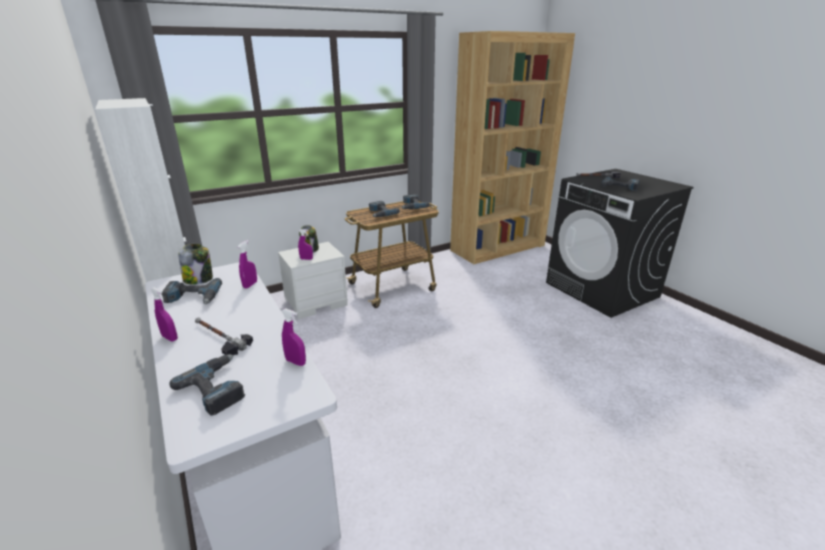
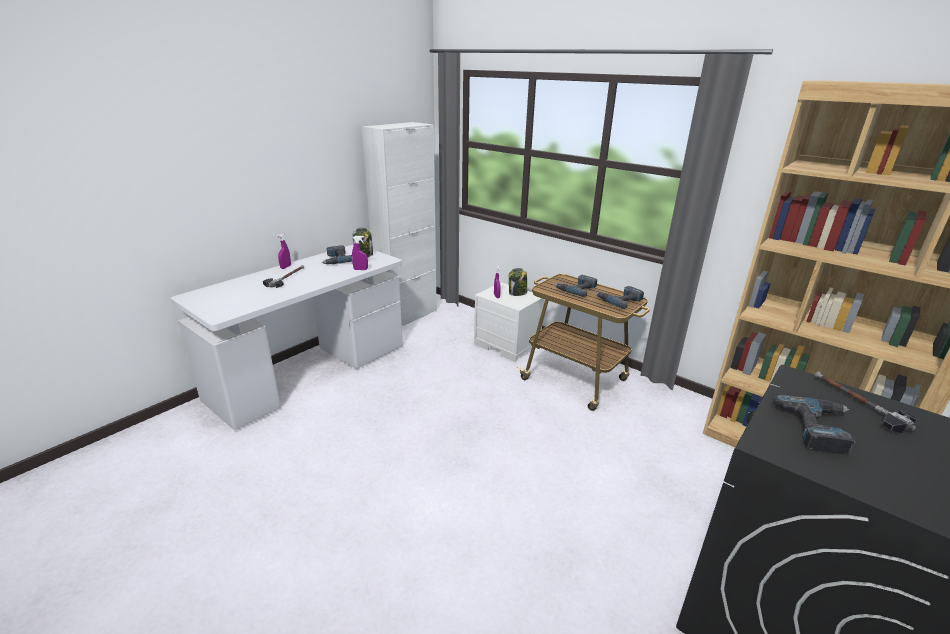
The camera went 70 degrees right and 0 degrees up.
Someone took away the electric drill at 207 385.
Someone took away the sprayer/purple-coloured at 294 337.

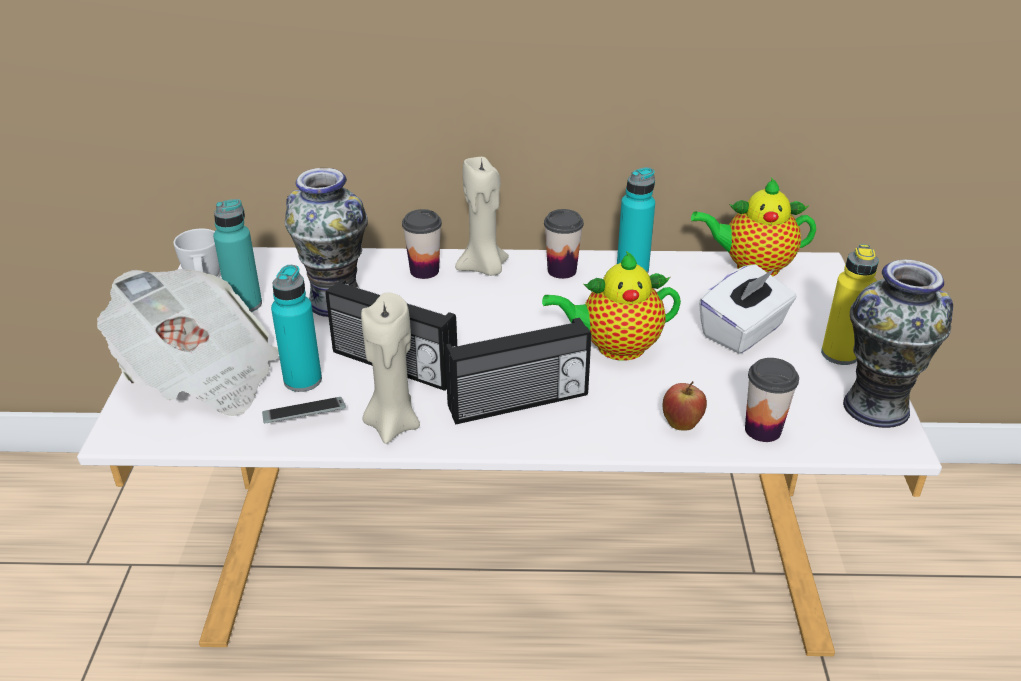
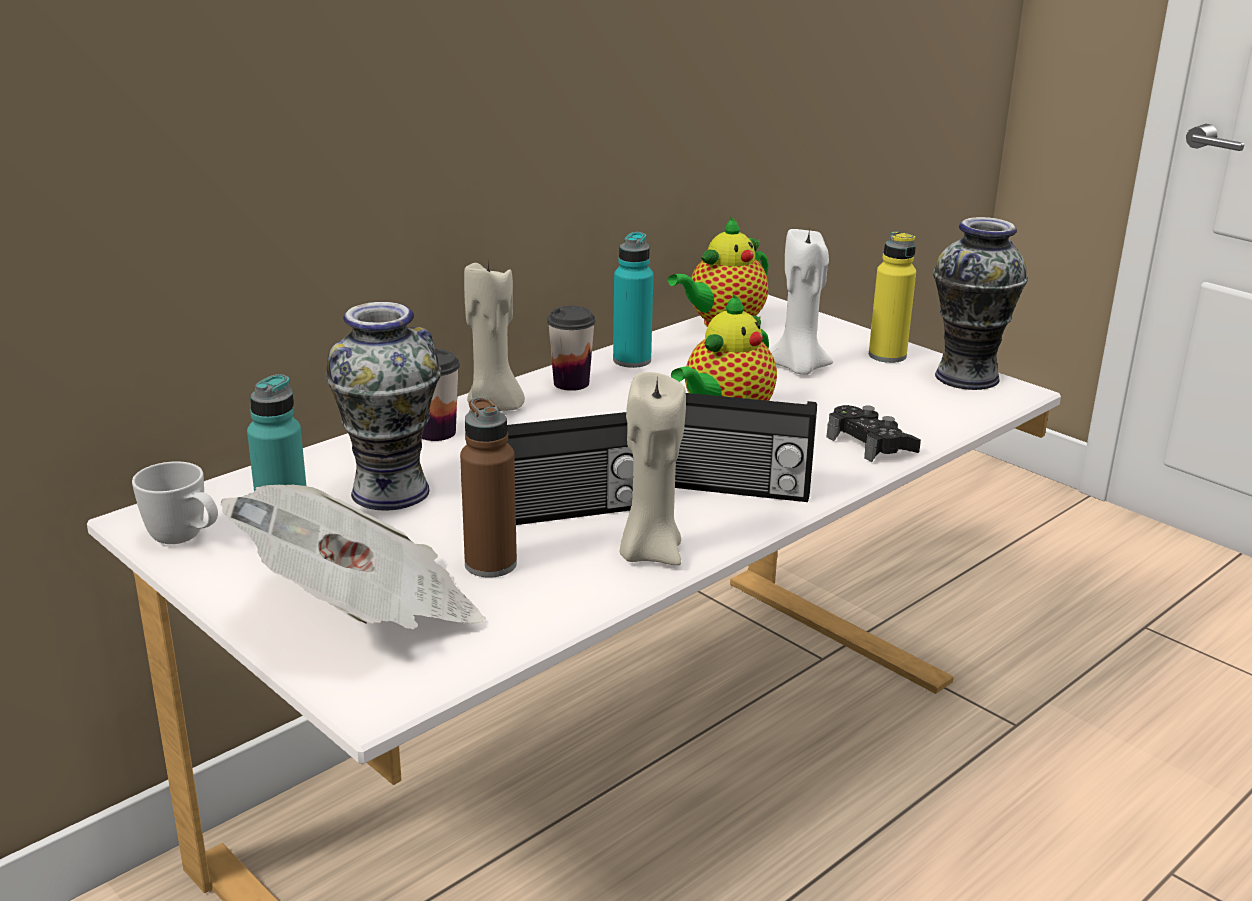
The camera went 45 degrees left and 10 degrees down.
Someone repainted the beverage bottle/turquoise at 296 328, which became the beverage bottle/brown-coloured at 488 487.
Someone rotated the radio receiver at 518 371 by 75 degrees clockwise.
Someone swapped the tissue box/whitish at 748 309 for the candle/whitish at 801 301.
Someone swapped the apple at 685 405 for the joypad/blackish at 874 433.
Someone took away the handset at 304 410.
Someone took away the drinking cup at 772 400.

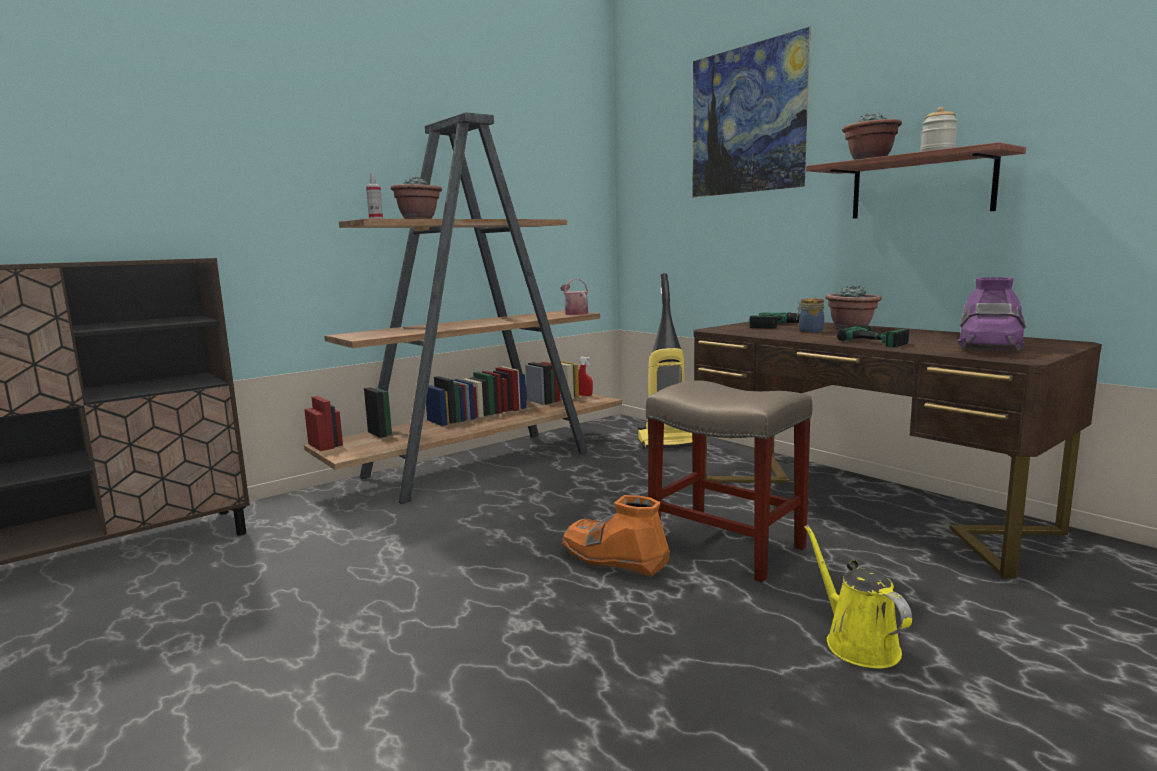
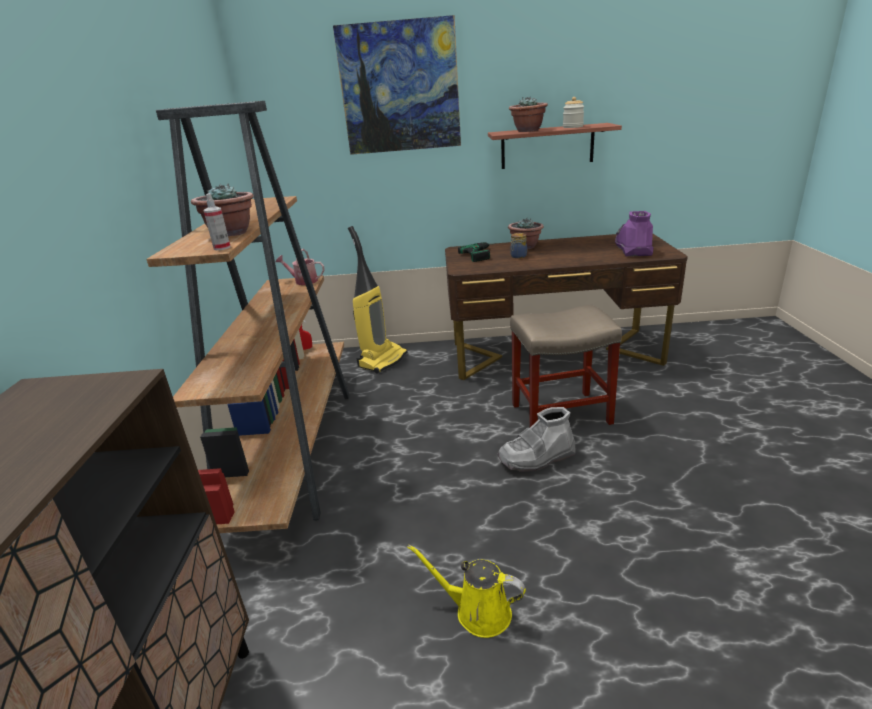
The camera went 50 degrees left and 15 degrees up.
Someone carried the sprinkling can/yellowish from 858 596 to 466 591.
Someone repainted the high-top boot/orange at 615 536, which became the high-top boot/gray at 536 439.
Someone rotated the high-top boot/purple-coloured at 992 314 by 150 degrees counterclockwise.
Someone took away the electric drill at 873 336.

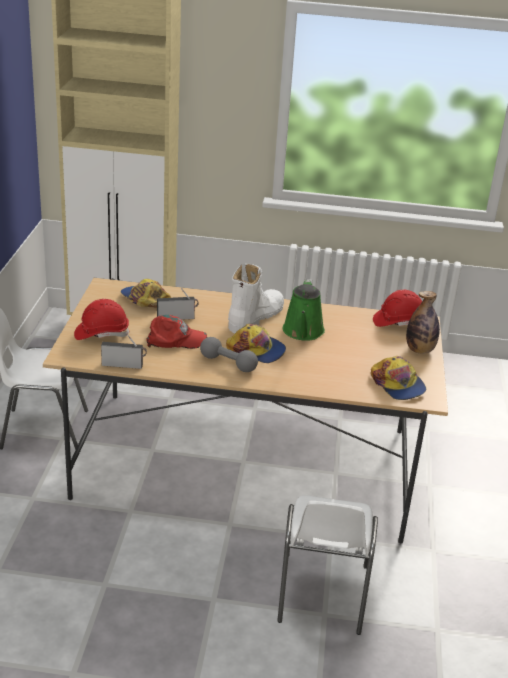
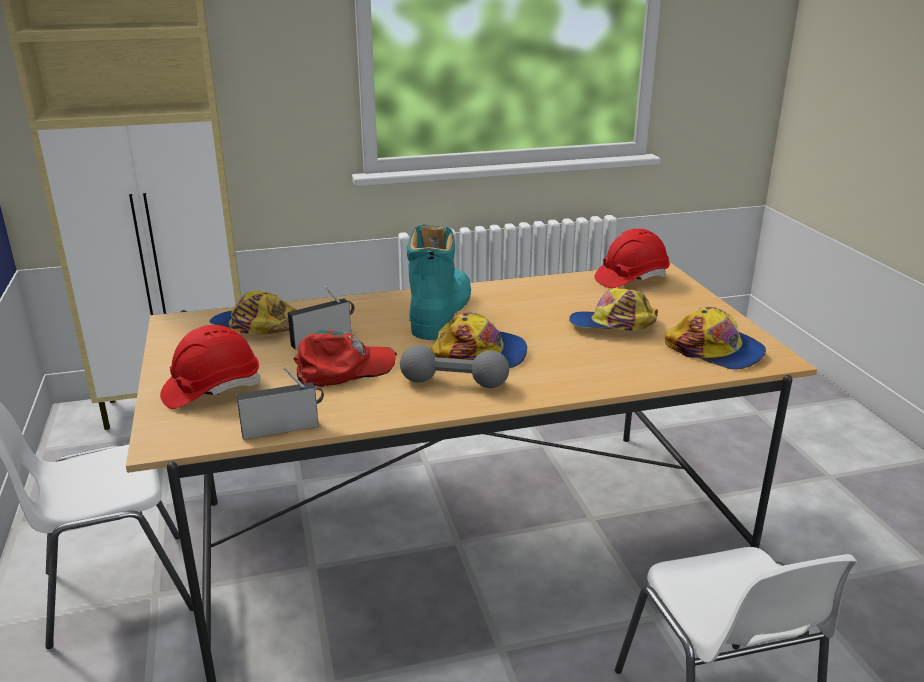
The camera went 20 degrees left and 5 degrees down.
Someone repainted the high-top boot/whitish at 256 298, which became the high-top boot/turquoise at 439 282.
Someone put down the baseball cap at 613 310.
Someone took away the sprinkling can/green at 304 310.
Someone took away the beverage bottle at 423 322.

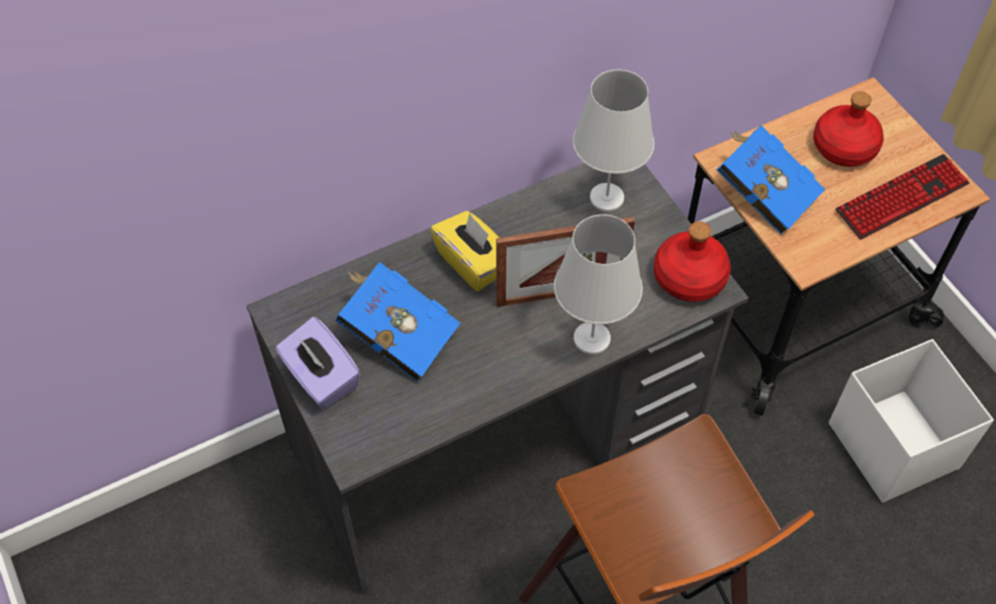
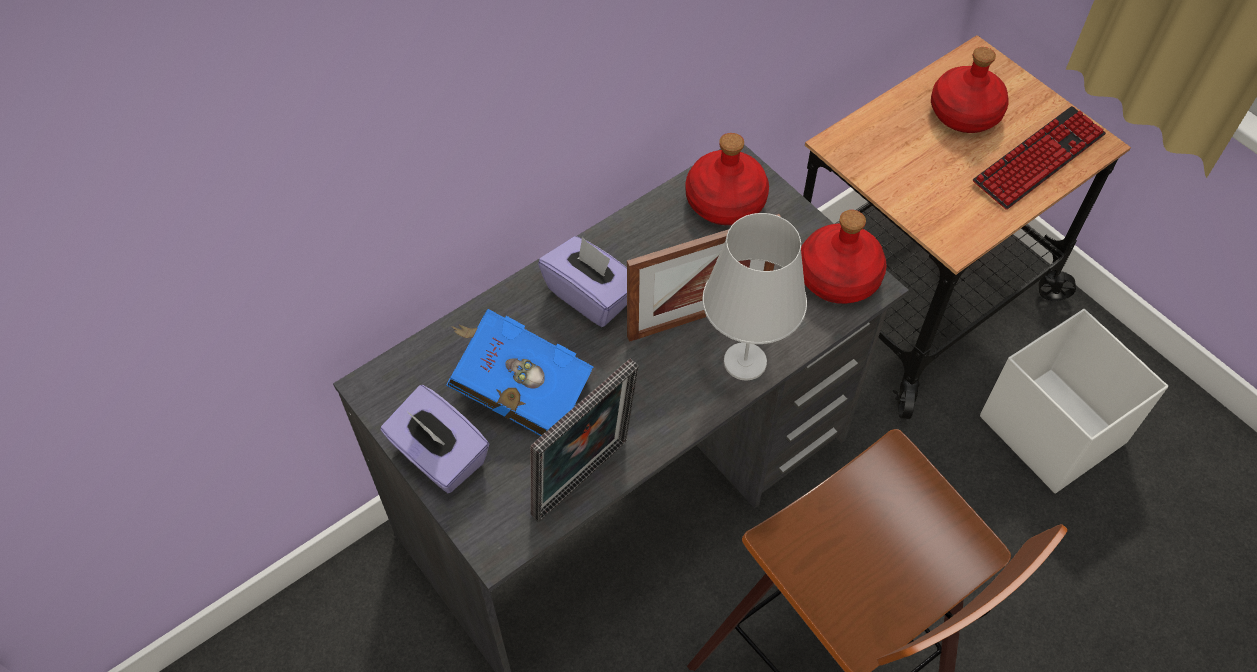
The camera went 10 degrees left and 0 degrees up.
Someone put down the photo frame at 584 440.
Someone repainted the tissue box/yellowish at 464 251, which became the tissue box/purple-coloured at 582 281.
Someone swapped the lamp for a table/whitish at 614 140 for the beverage bottle/red-coloured at 727 179.
Someone took away the book/blue-coloured at 770 180.

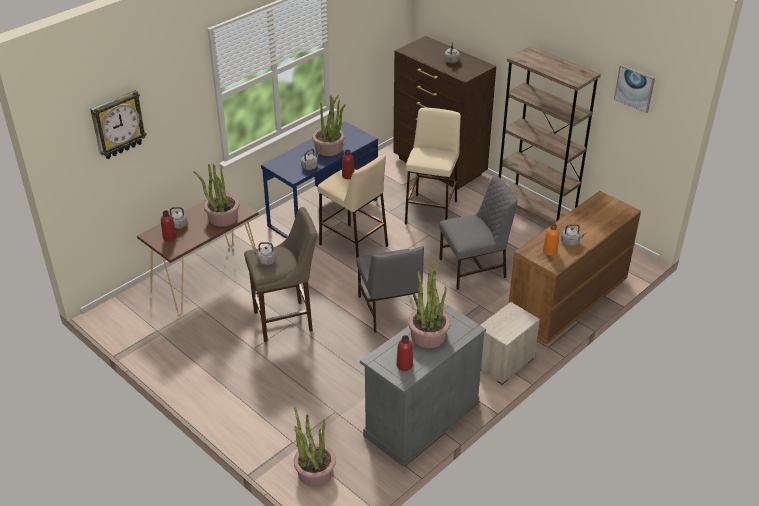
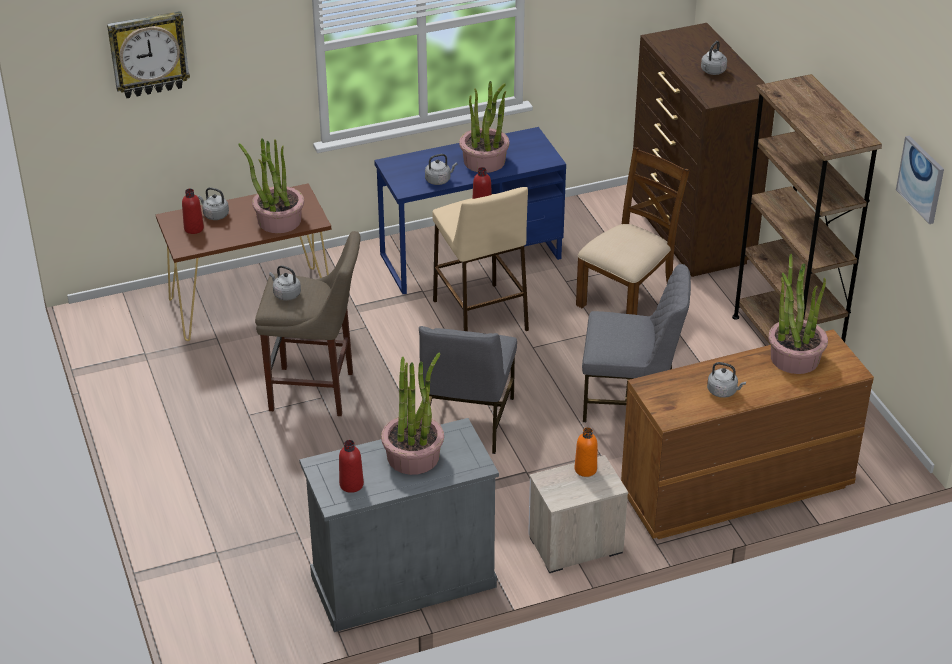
The camera went 25 degrees right and 0 degrees up.
Someone carried the beverage bottle/orange from 551 239 to 586 452.
Someone swapped the stool seat/sand-coloured at 433 166 for the chair/brown-coloured at 633 231.
Someone carried the houseplant from 315 447 to 798 314.

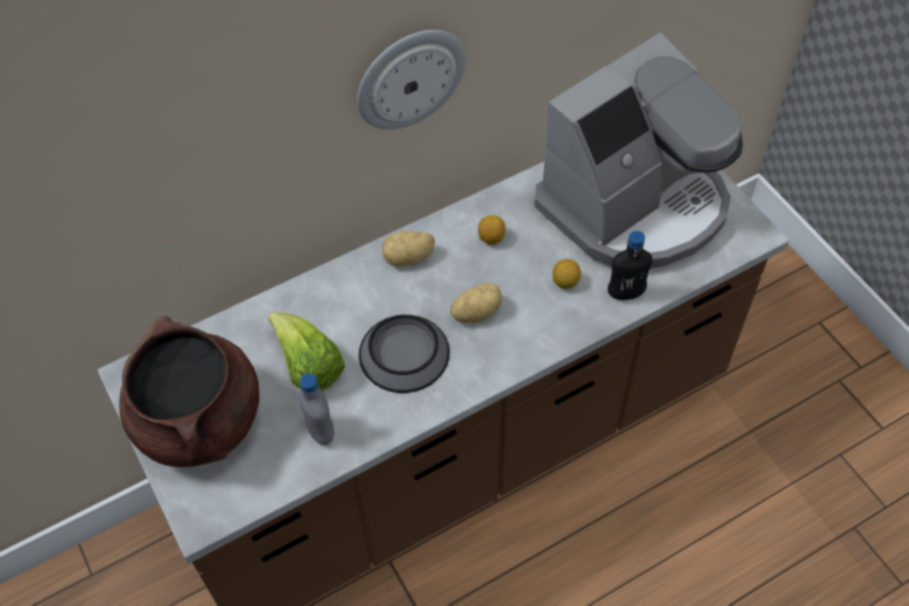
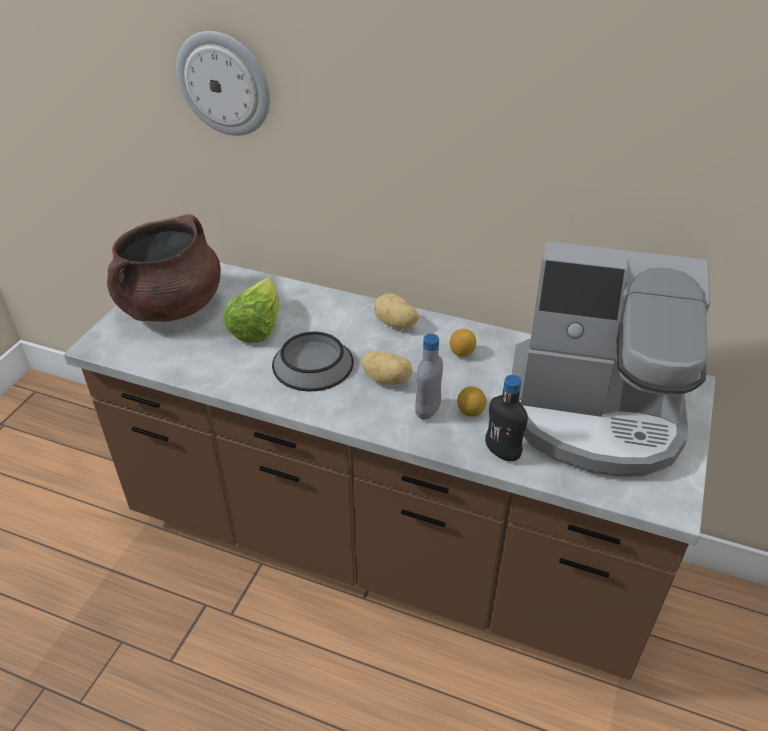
The camera went 50 degrees right and 15 degrees down.
Someone carried the wall clock from 411 80 to 223 83.
Someone carried the beverage bottle/gray from 316 409 to 429 376.

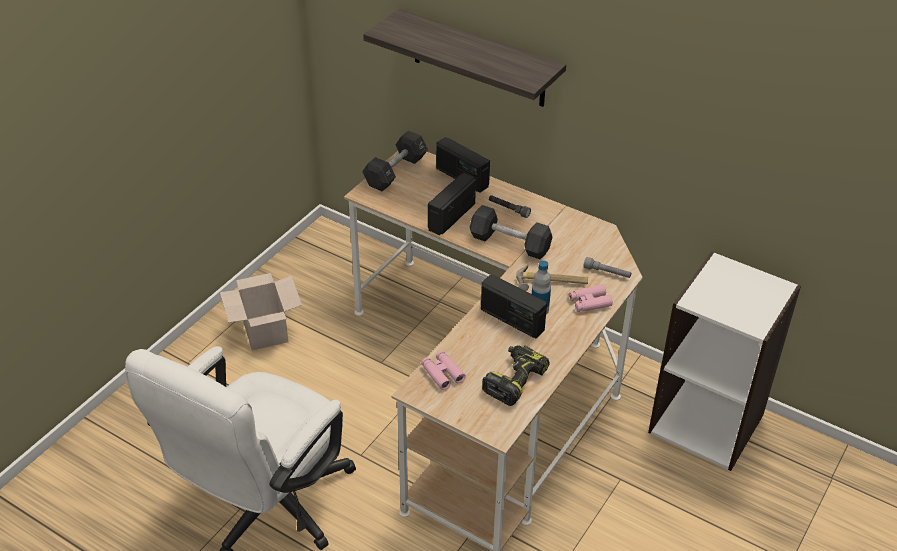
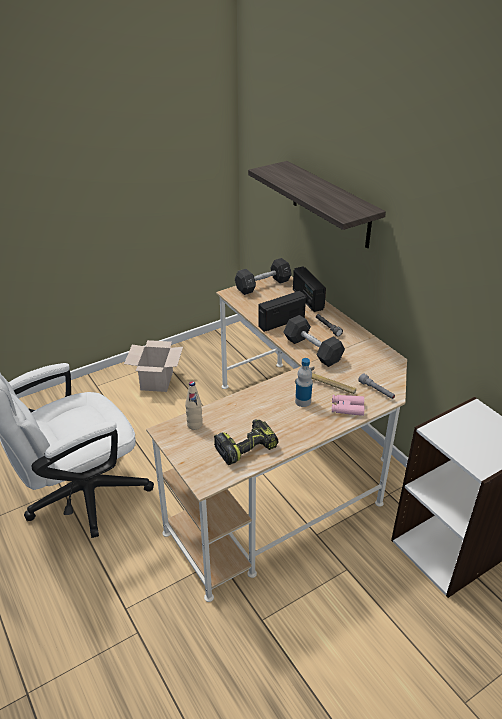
The camera went 25 degrees right and 5 degrees down.
Someone swapped the field glasses/pink at 443 370 for the beverage bottle/sand-coloured at 194 405.
Someone took away the radio receiver at 514 306.

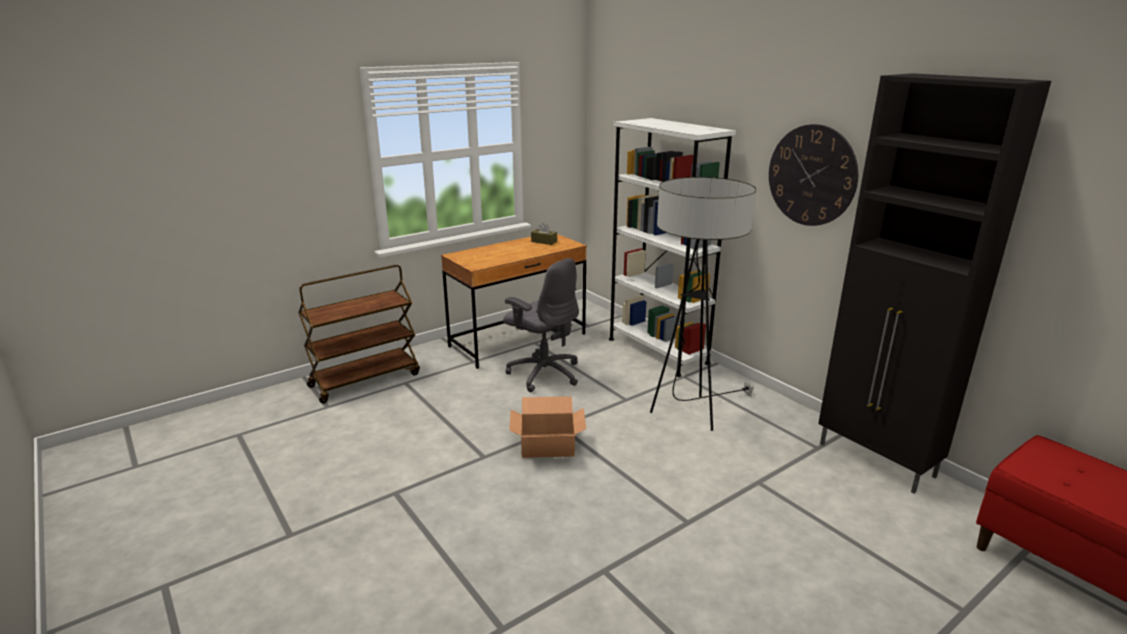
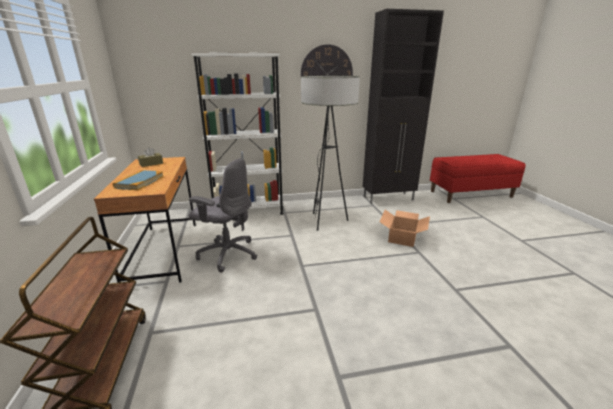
The camera went 65 degrees left and 0 degrees up.
Someone put down the book at 138 180.
Someone rotated the office chair/gray at 541 325 by 45 degrees clockwise.
Someone carried the carton from 547 427 to 404 228.

